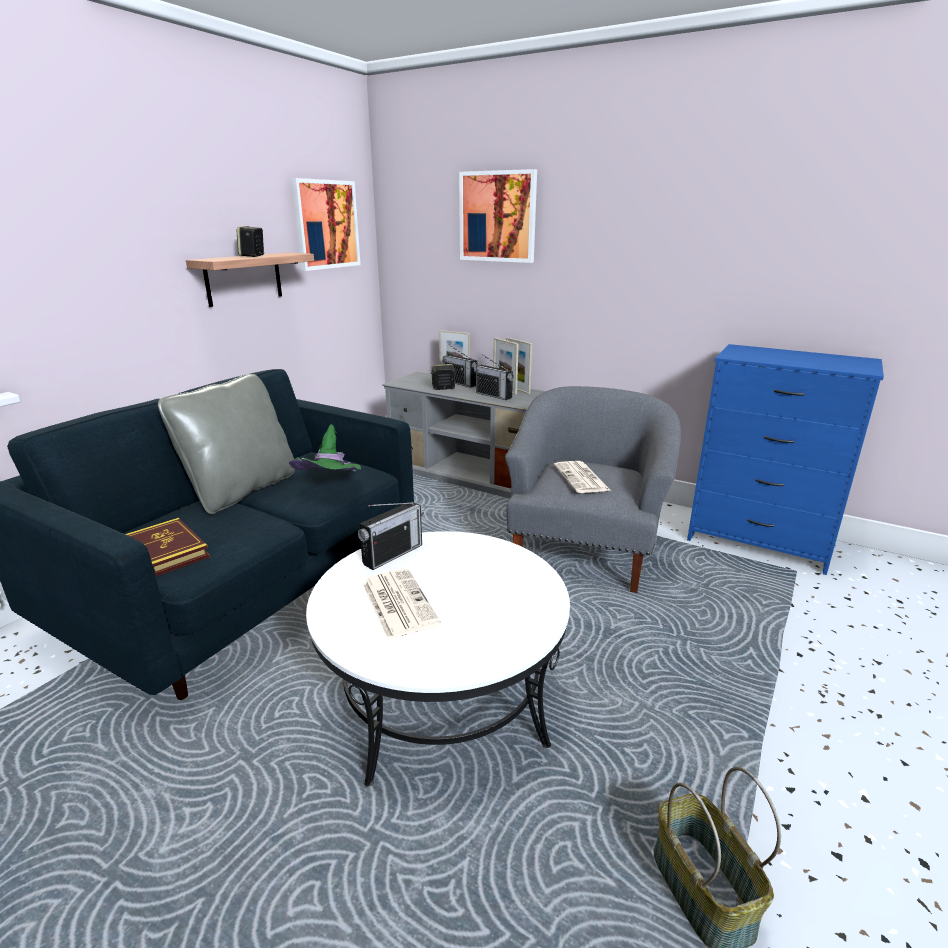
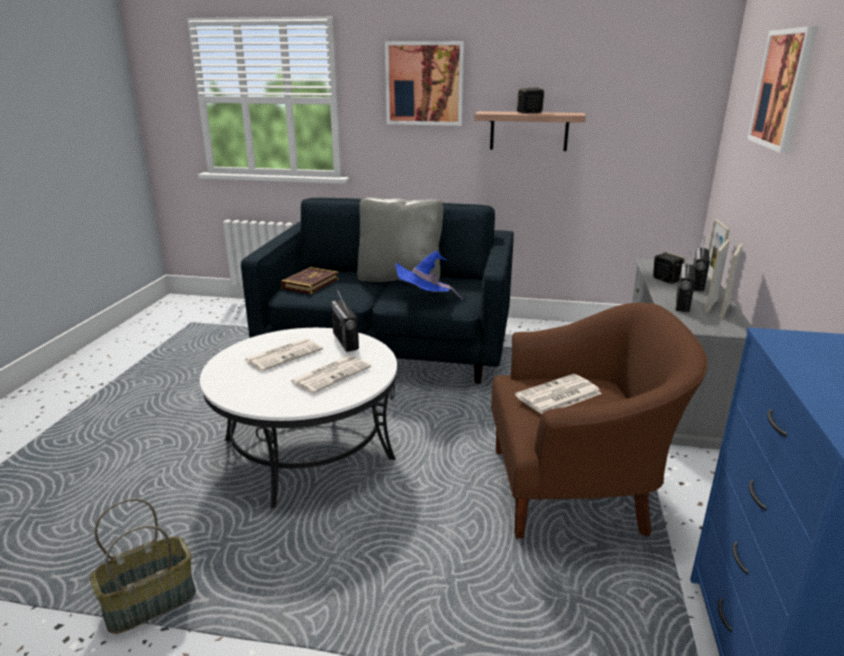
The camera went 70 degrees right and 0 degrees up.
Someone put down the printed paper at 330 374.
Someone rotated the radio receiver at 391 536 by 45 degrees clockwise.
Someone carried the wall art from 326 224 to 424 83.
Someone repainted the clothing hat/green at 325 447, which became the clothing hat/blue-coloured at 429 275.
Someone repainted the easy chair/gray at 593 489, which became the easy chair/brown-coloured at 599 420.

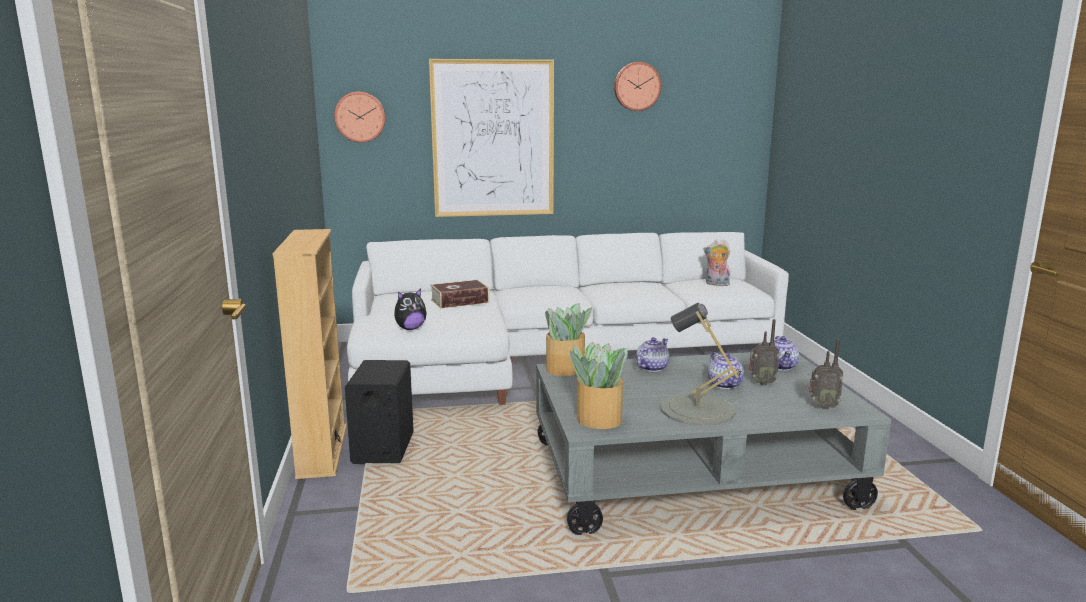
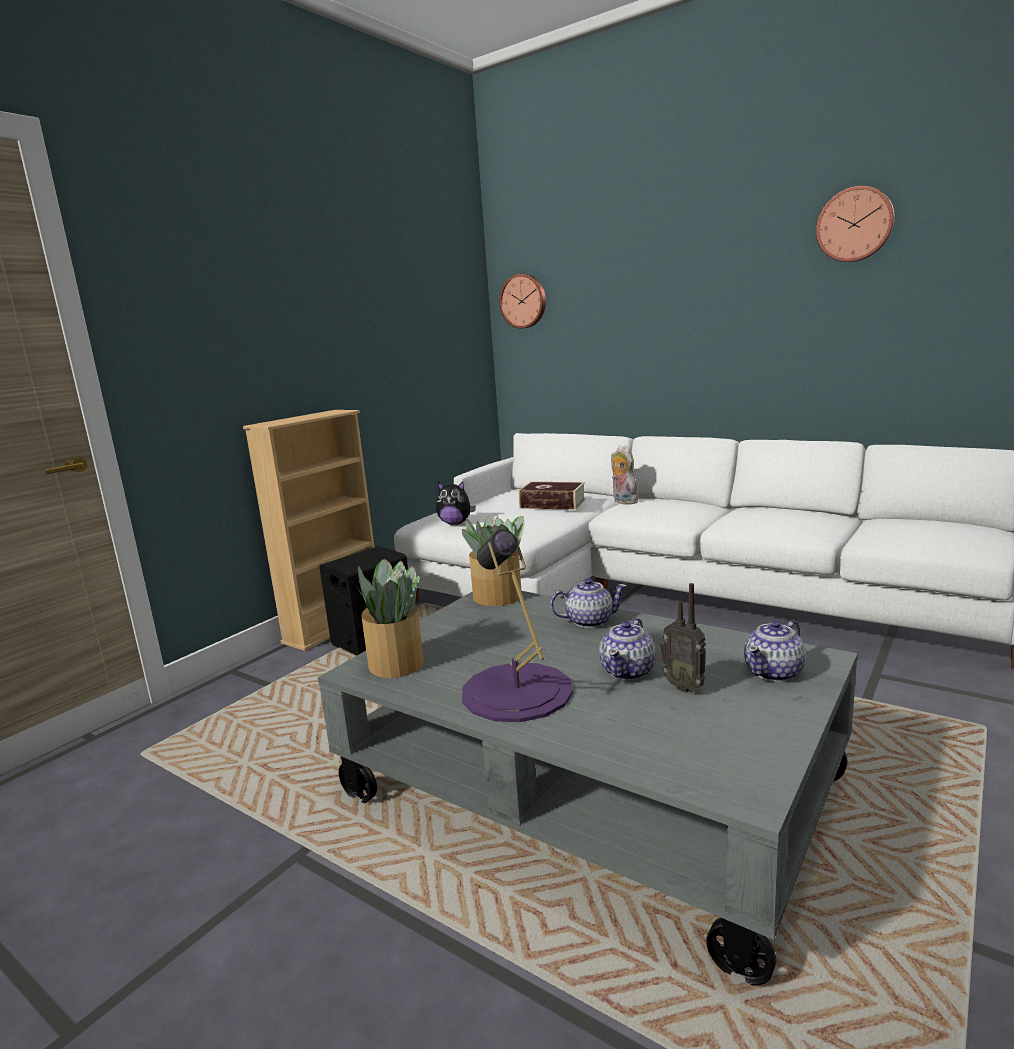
The camera went 45 degrees right and 0 degrees up.
Someone repainted the lamp for a table/gray at 699 364, which became the lamp for a table/purple-coloured at 517 625.
Someone carried the cuddly toy from 716 262 to 624 475.
Someone took away the wall art at 491 138.
Someone took away the radio receiver at 826 374.

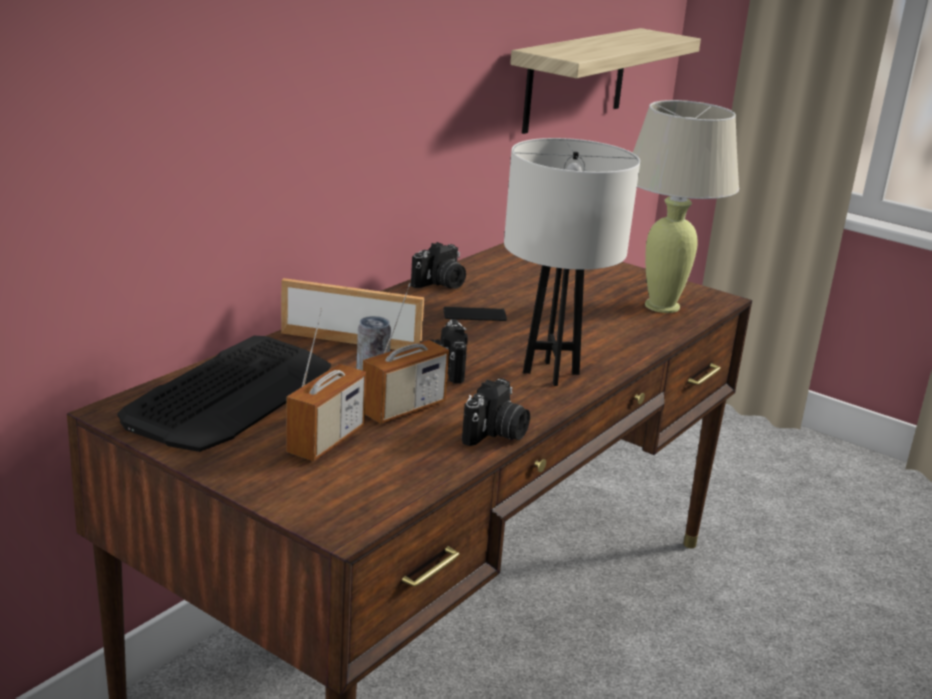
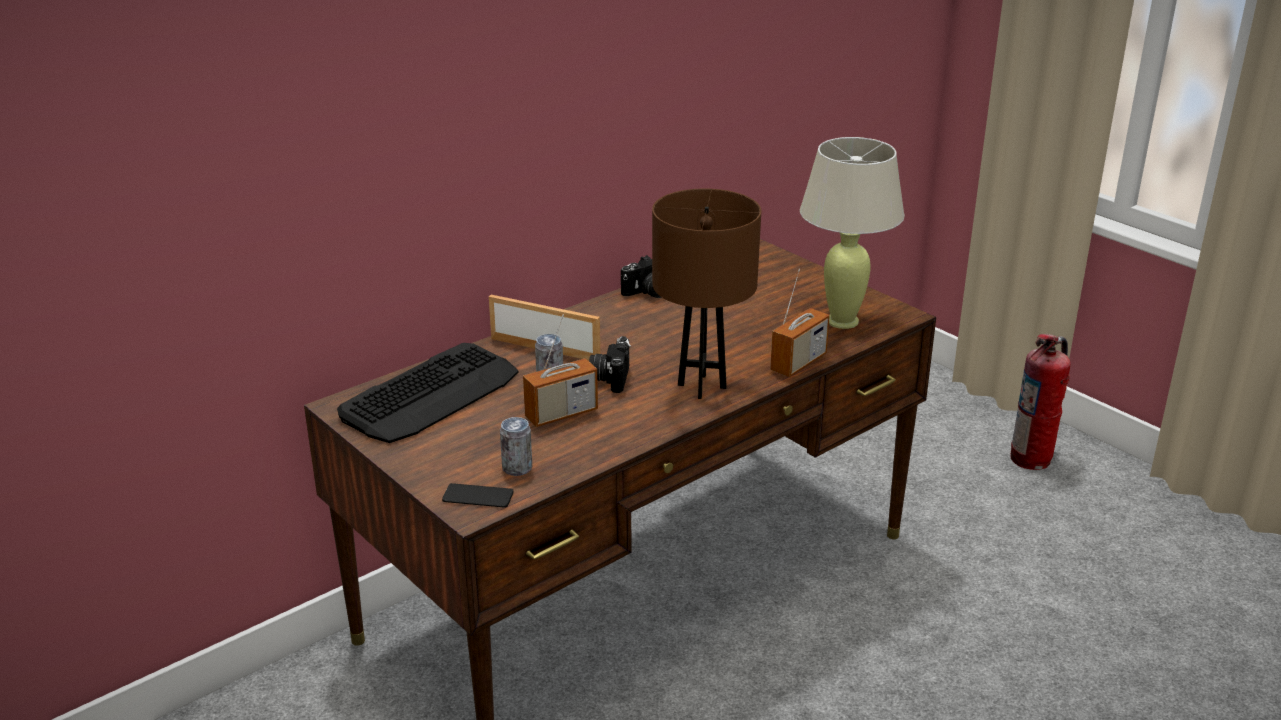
The camera went 15 degrees right and 5 degrees up.
Someone carried the handset from 475 314 to 478 495.
Someone put down the sealed can at 516 446.
Someone repainted the lamp for a table/whitish at 572 262, which became the lamp for a table/brown-coloured at 706 294.
Someone carried the radio receiver from 326 384 to 800 323.
Someone put down the extinguisher at 1040 401.
Someone took away the still camera at 496 412.
Someone took away the wall shelf at 605 81.

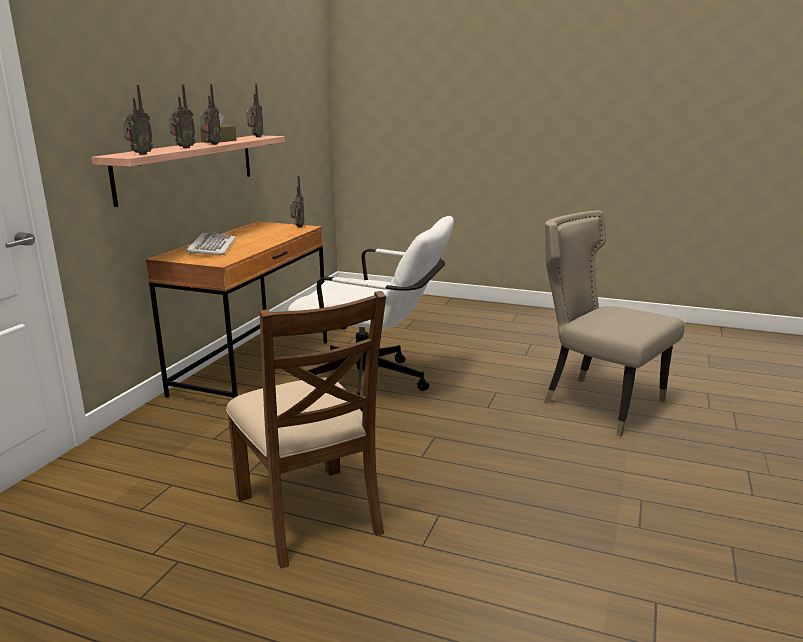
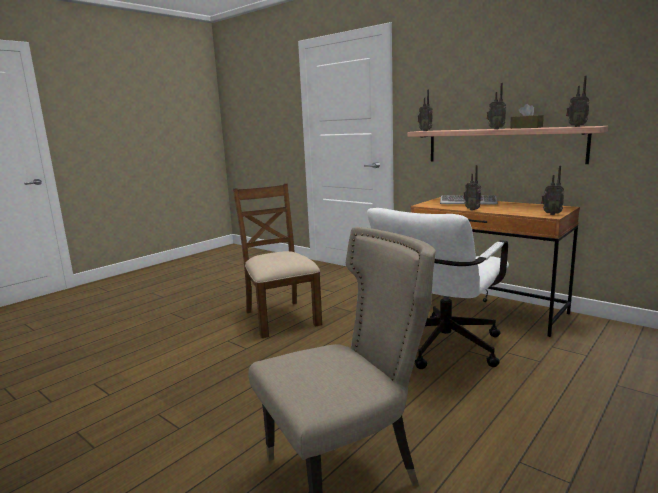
The camera went 110 degrees right and 5 degrees down.
Someone rotated the chair/brown-coloured at 306 430 by 75 degrees clockwise.
Someone carried the radio receiver from 182 116 to 472 188.

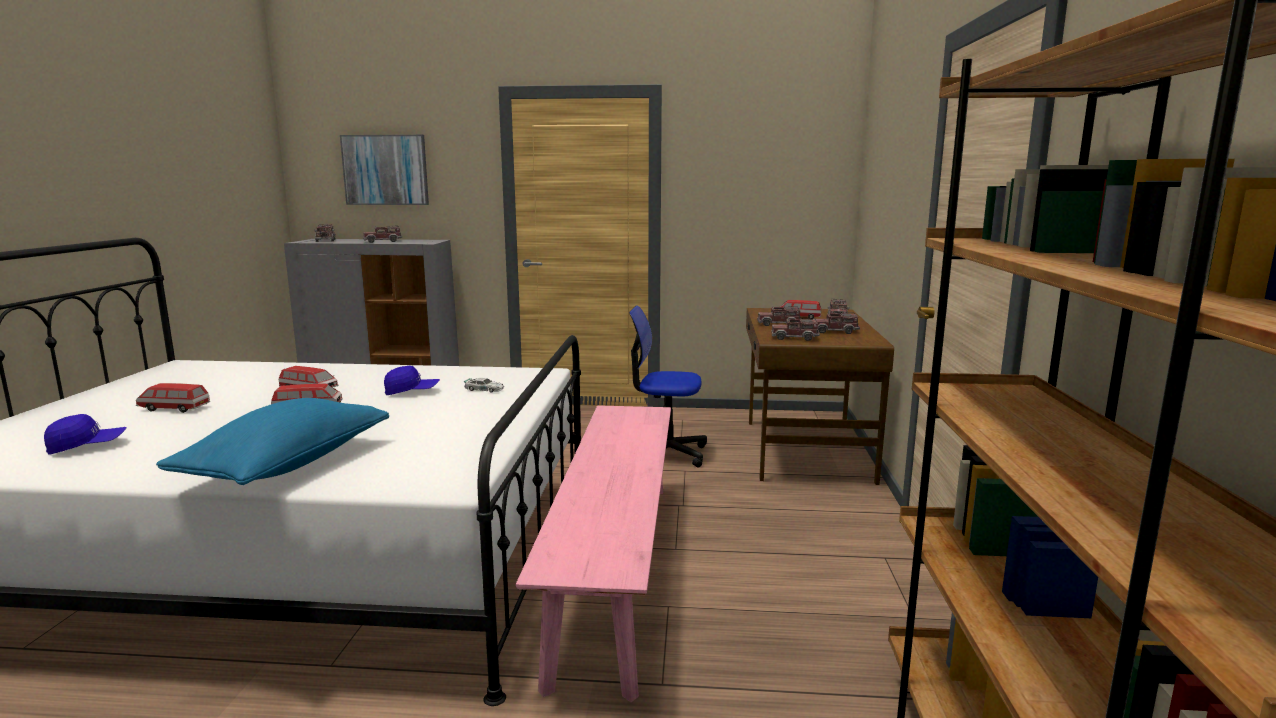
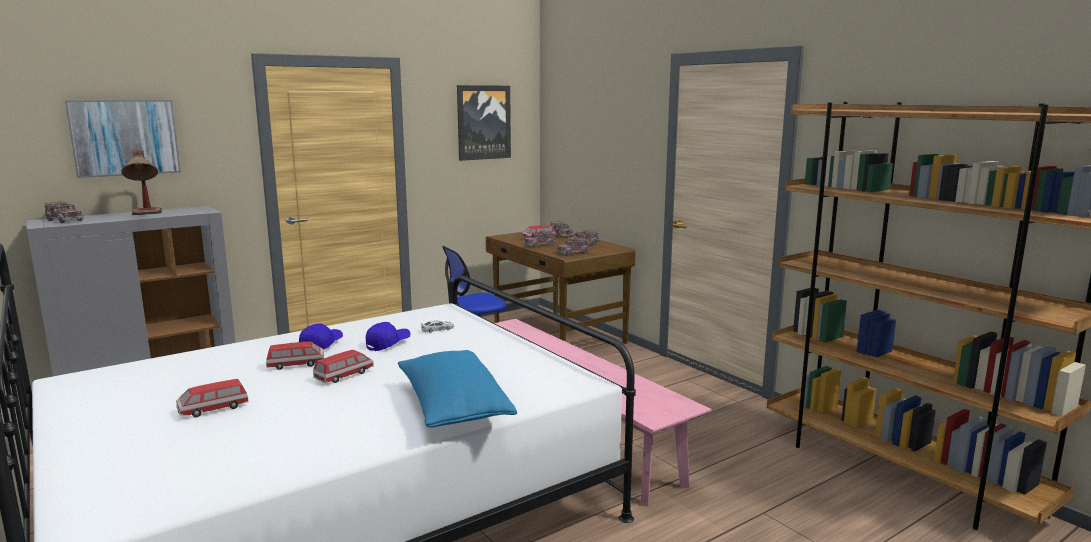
The camera went 40 degrees left and 0 degrees up.
Someone swapped the model truck at 382 234 for the lamp for a table at 141 182.
Someone carried the baseball cap/blue-coloured from 85 434 to 321 336.
Someone put up the wall art at 484 123.

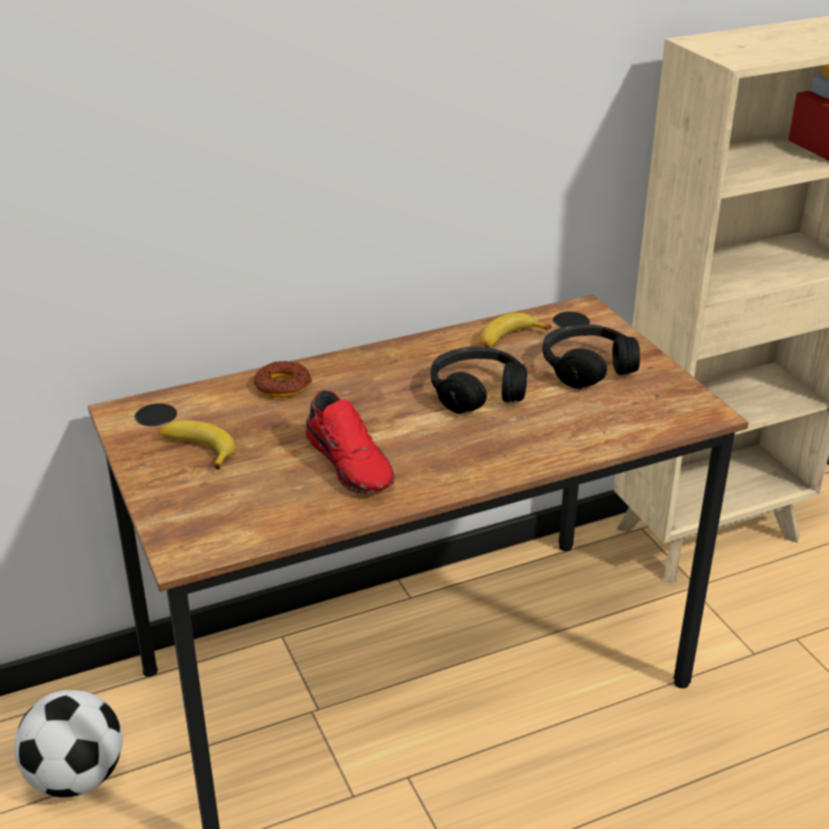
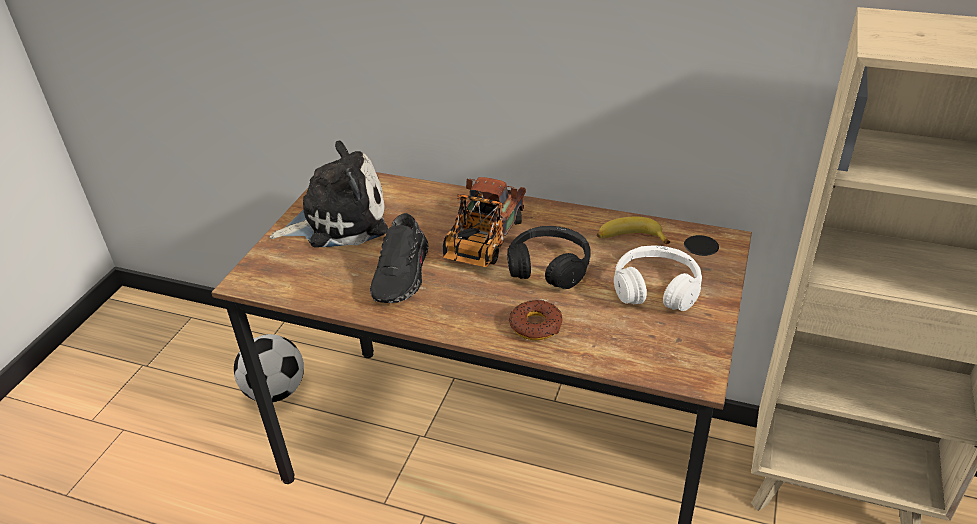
The camera went 45 degrees right and 5 degrees up.
Someone swapped the whole banana at 197 445 for the cuddly toy at 329 194.
Someone repainted the item of footwear/red-coloured at 350 442, which became the item of footwear/blackish at 399 258.
Someone put down the model truck at 484 222.
Someone carried the doughnut from 283 379 to 535 320.
Someone repainted the headphones/blackish at 591 356, which became the headphones/whitish at 658 278.

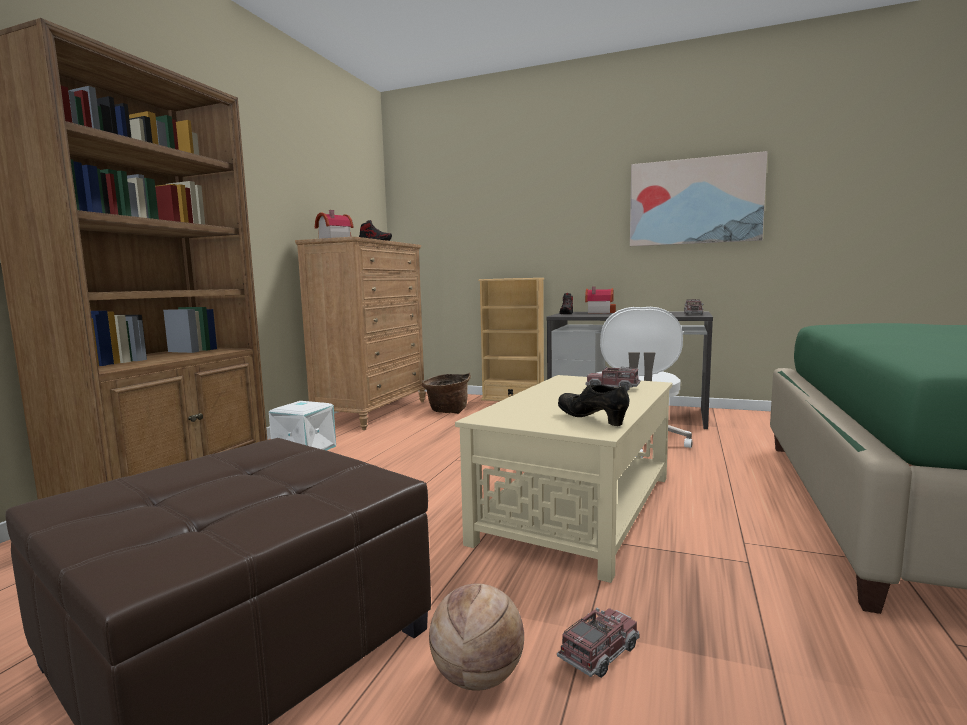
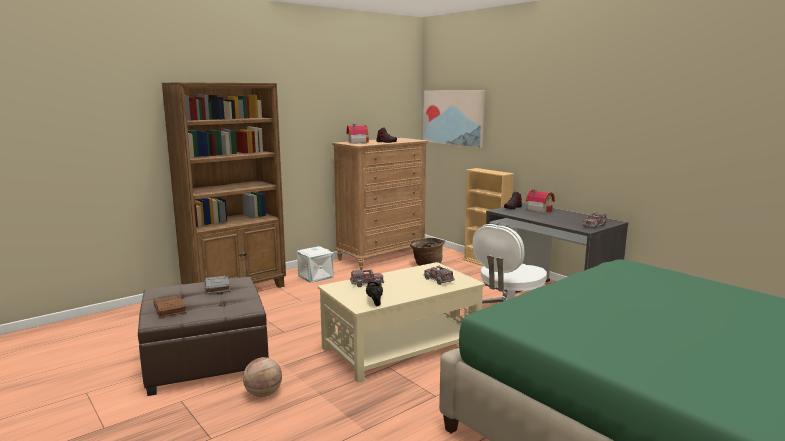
The camera went 30 degrees right and 5 degrees up.
Someone put down the book/brown-coloured at 170 306.
Someone put down the book/gray at 217 285.
Someone carried the model truck from 598 643 to 367 278.
Someone carried the wall art from 699 198 to 454 119.

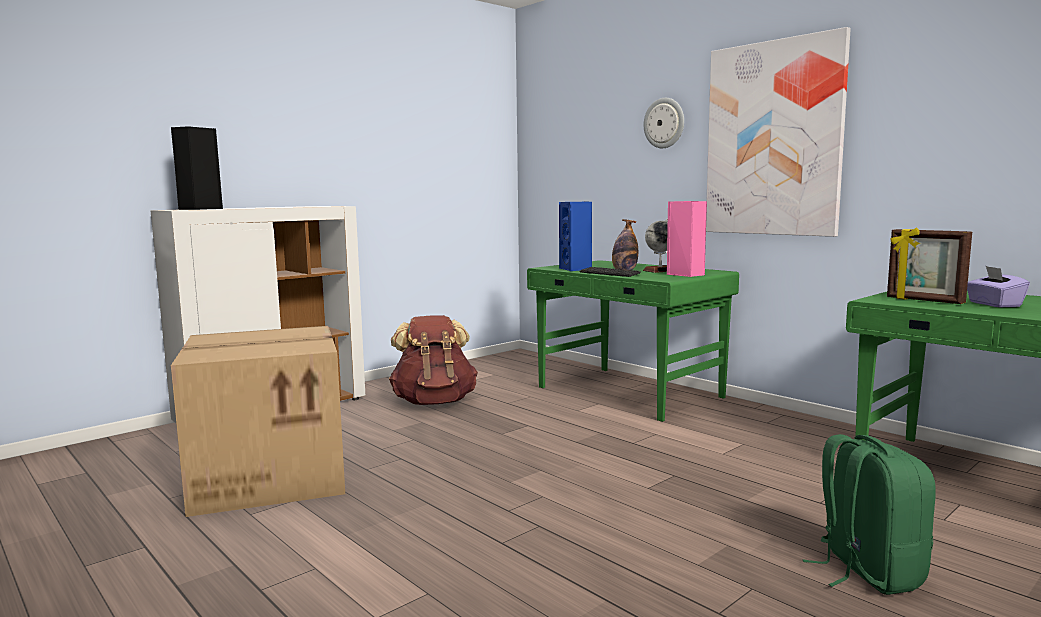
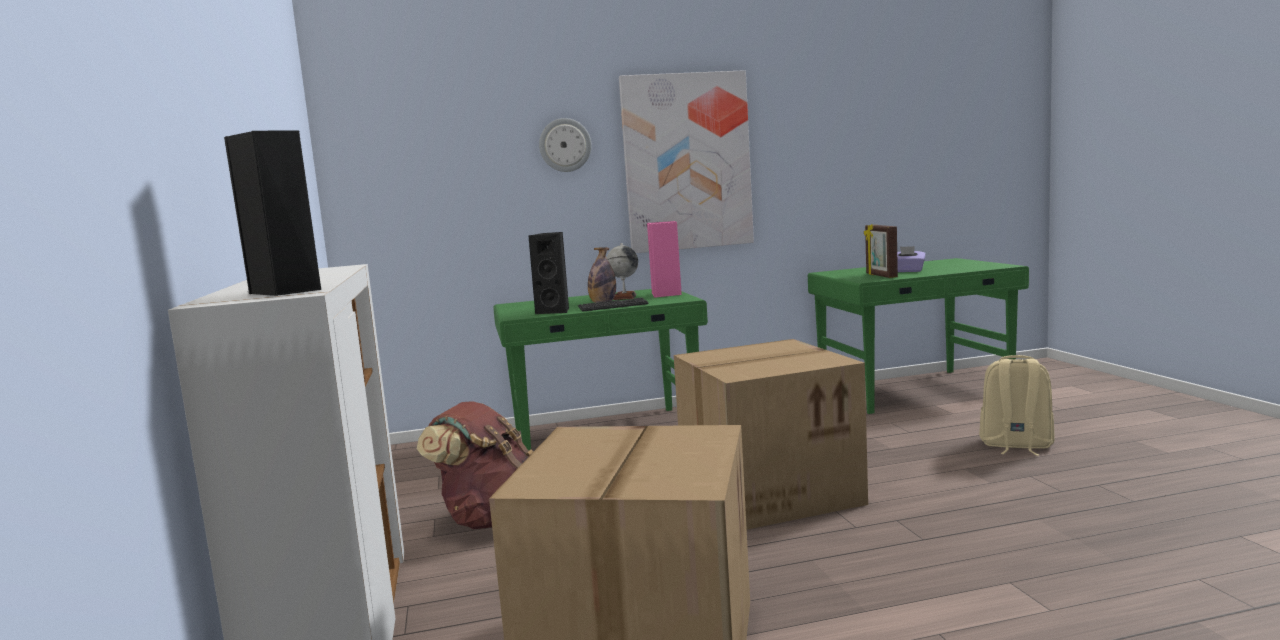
The camera went 60 degrees left and 0 degrees up.
Someone repainted the loudspeaker/blue-coloured at 575 236, which became the loudspeaker/blackish at 548 273.
Someone put down the carton at 771 434.
Someone rotated the photo frame at 929 265 by 90 degrees clockwise.
Someone repainted the rucksack/green at 869 514, which became the rucksack/sand-coloured at 1017 405.

